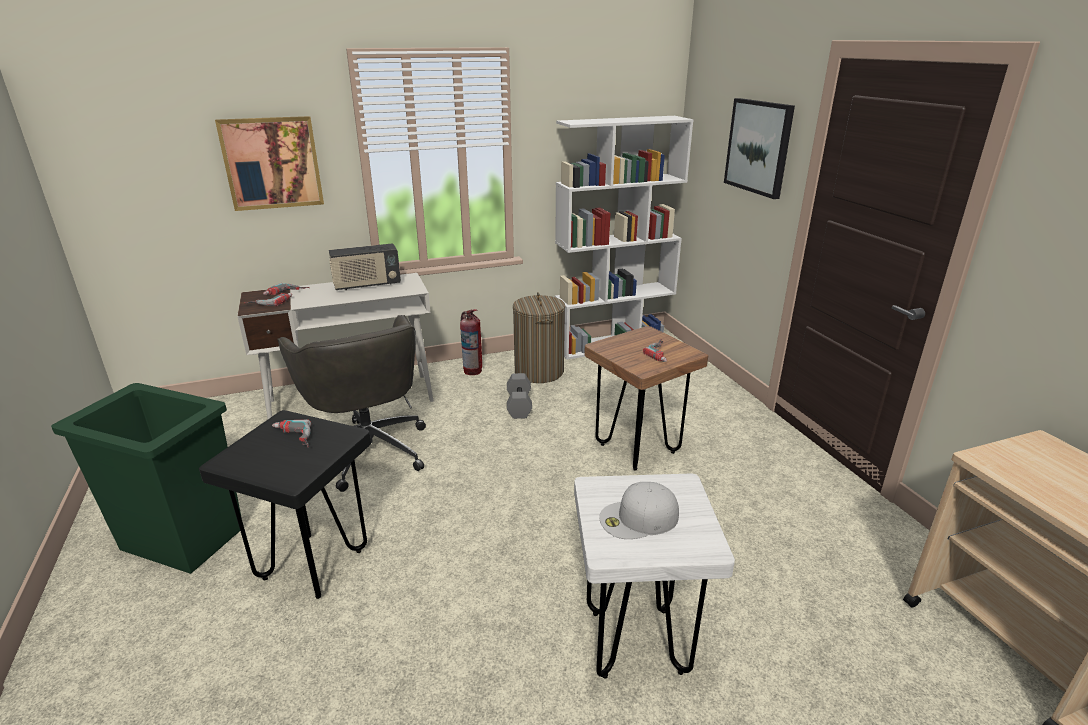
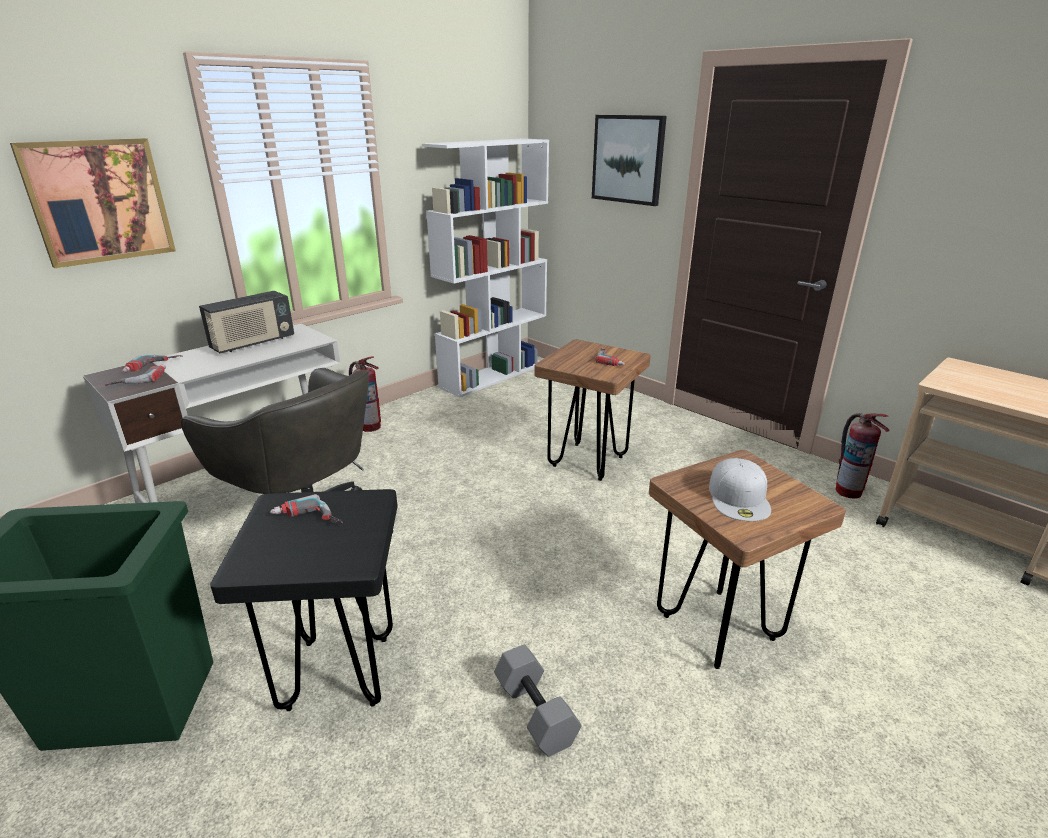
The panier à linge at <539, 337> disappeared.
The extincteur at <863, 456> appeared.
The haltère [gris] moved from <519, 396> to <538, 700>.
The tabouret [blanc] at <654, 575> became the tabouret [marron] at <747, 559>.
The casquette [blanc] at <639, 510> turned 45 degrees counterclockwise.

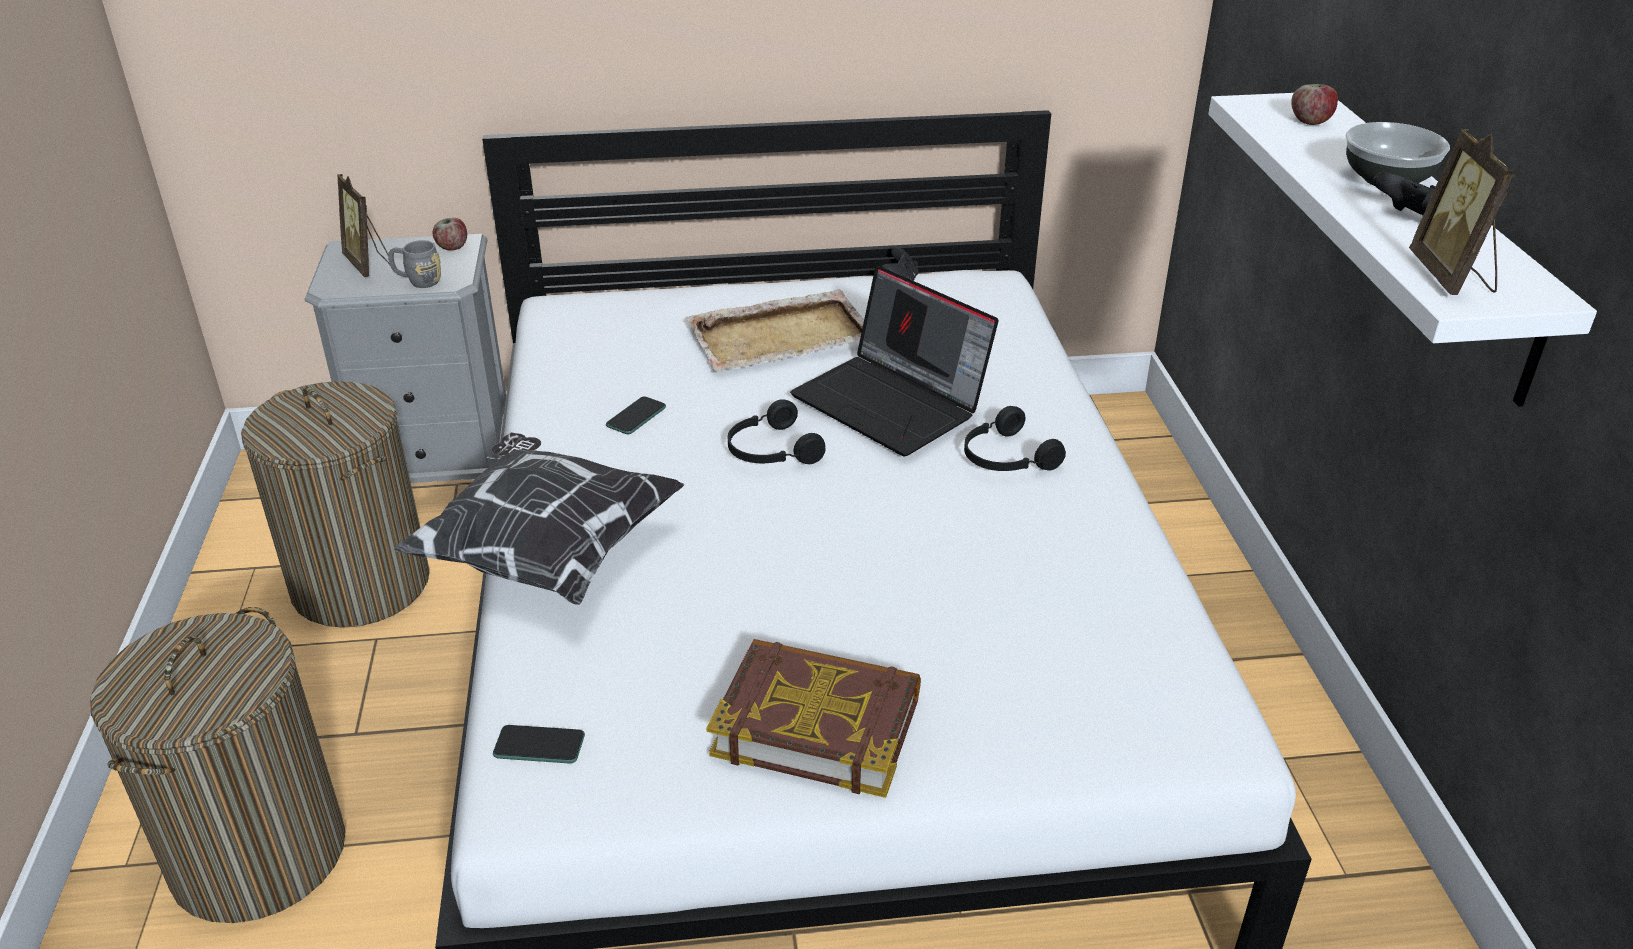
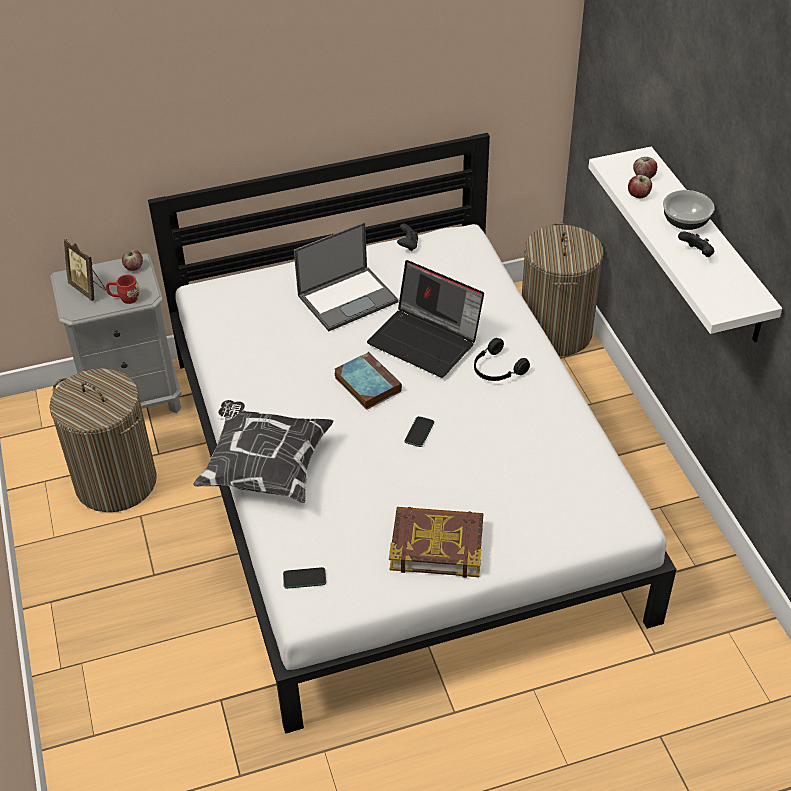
The cadre photo at <1463, 212> disappeared.
The pomme at <640, 186> appeared.
The panier à linge moved from <218, 765> to <563, 289>.
The téléphone moved from <636, 415> to <419, 431>.
The plateau [beige] at <774, 330> was replaced by the ordinateur portable at <346, 276>.
The casque audio [noir] at <777, 431> was replaced by the livre at <368, 381>.
The mug [gris] at <414, 264> became the mug [rouge] at <123, 289>.

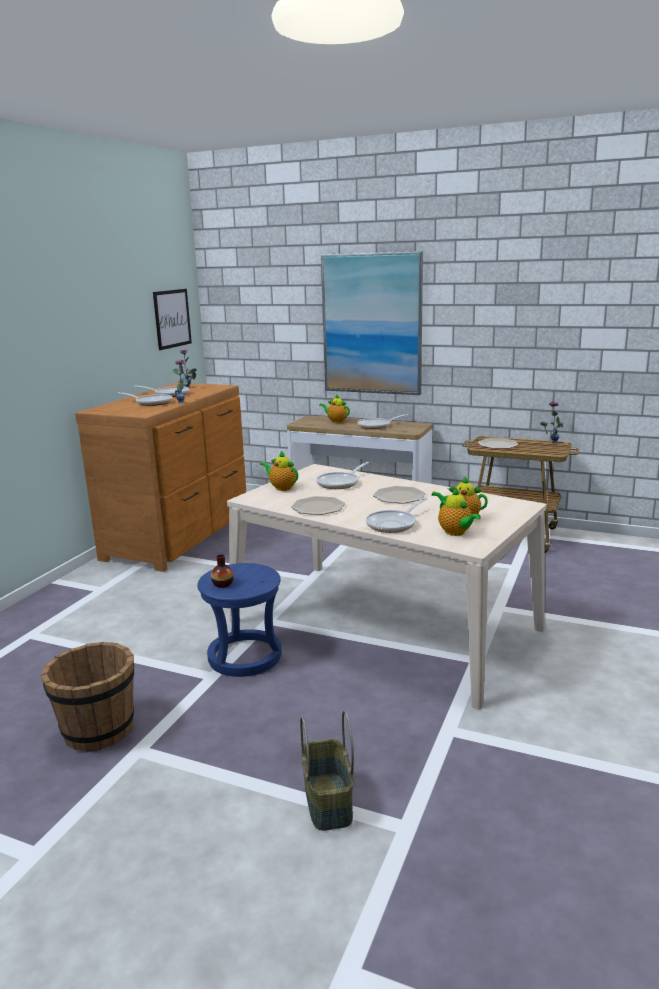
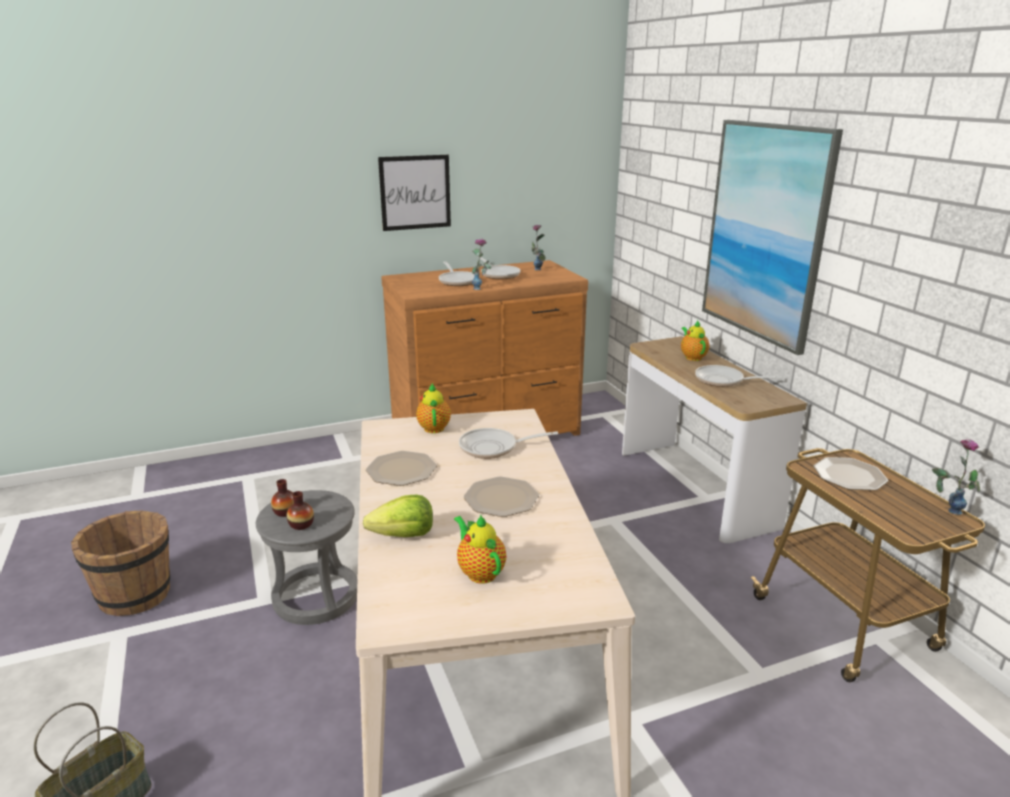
The théière at <459, 512> disappeared.
The vase at <300, 510> appeared.
The tableau moved from <172, 319> to <414, 193>.
The poêle at <397, 515> was replaced by the laitue at <398, 516>.
The tabouret [bleu] at <239, 620> became the tabouret [gris] at <306, 557>.

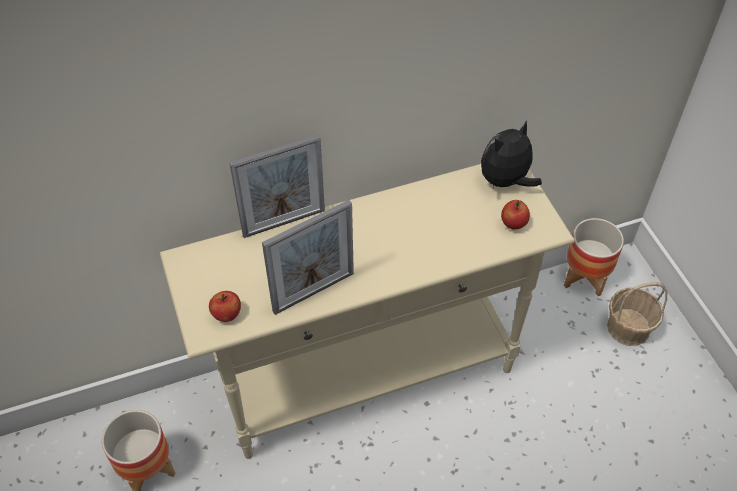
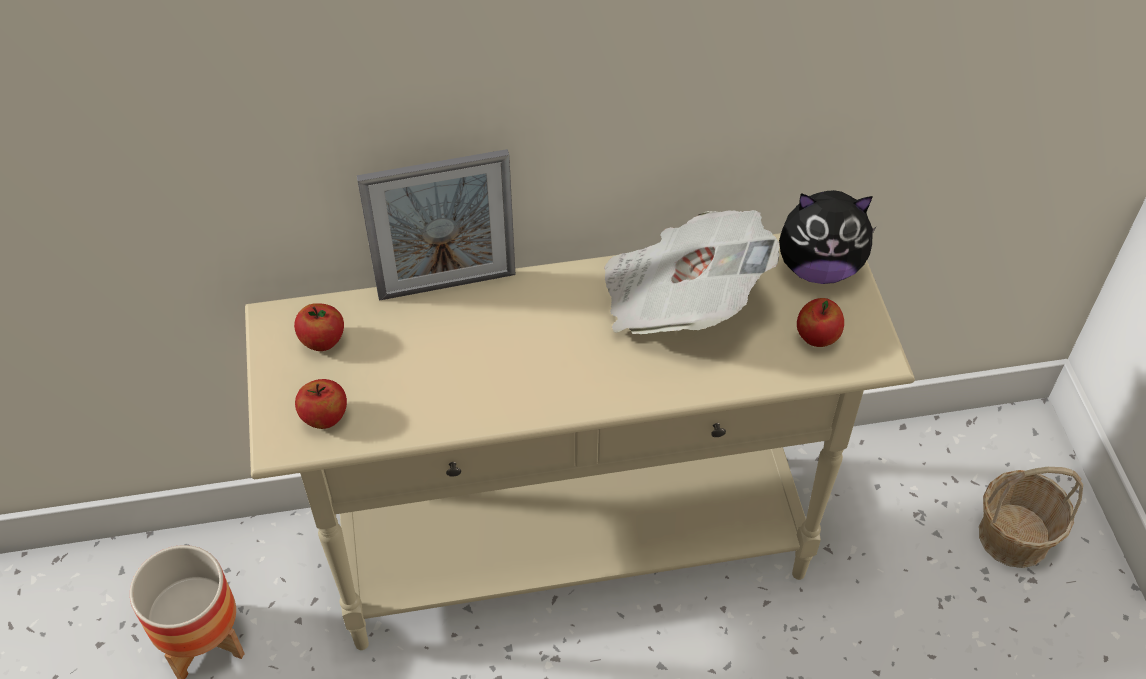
The cadre photo at <308, 257> disappeared.
The cache-pot at <594, 257> disappeared.
The pomme at <319, 327> appeared.
The journal at <692, 272> appeared.
The peluche at <511, 154> turned 150 degrees counterclockwise.

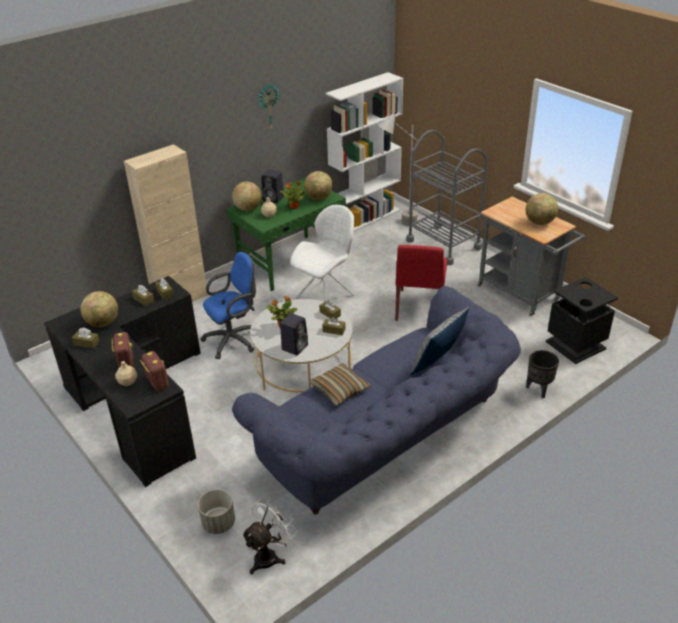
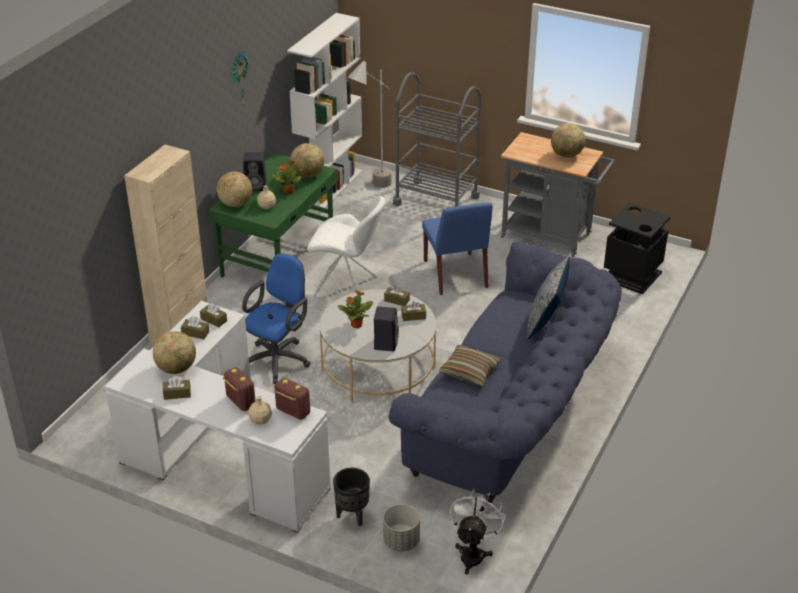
The cache-pot [noir] moved from <542, 374> to <351, 497>.
The bureau [noir] at <122, 381> became the bureau [blanc] at <217, 417>.
The chaise [rouge] at <421, 283> became the chaise [bleu] at <457, 248>.
The chaise [blanc] at <322, 253> turned 90 degrees clockwise.

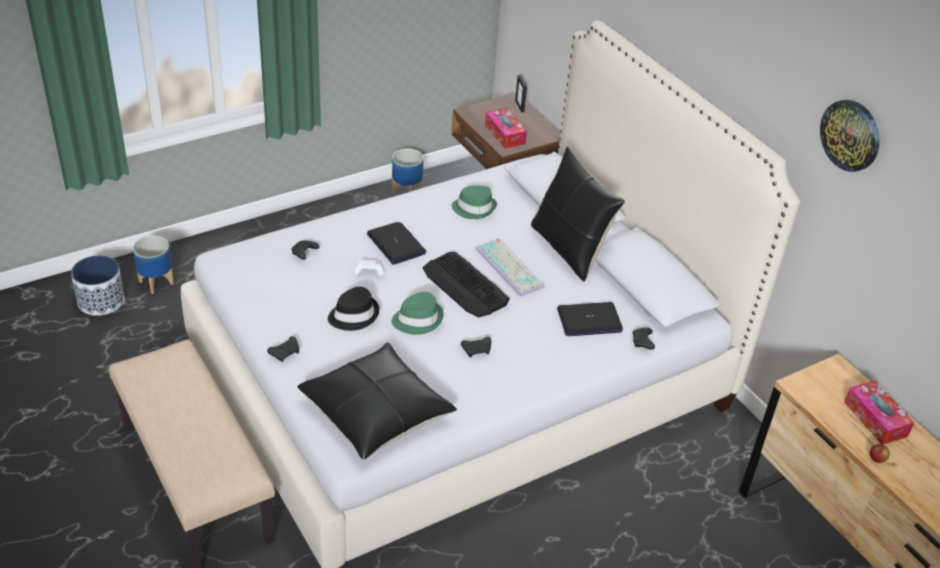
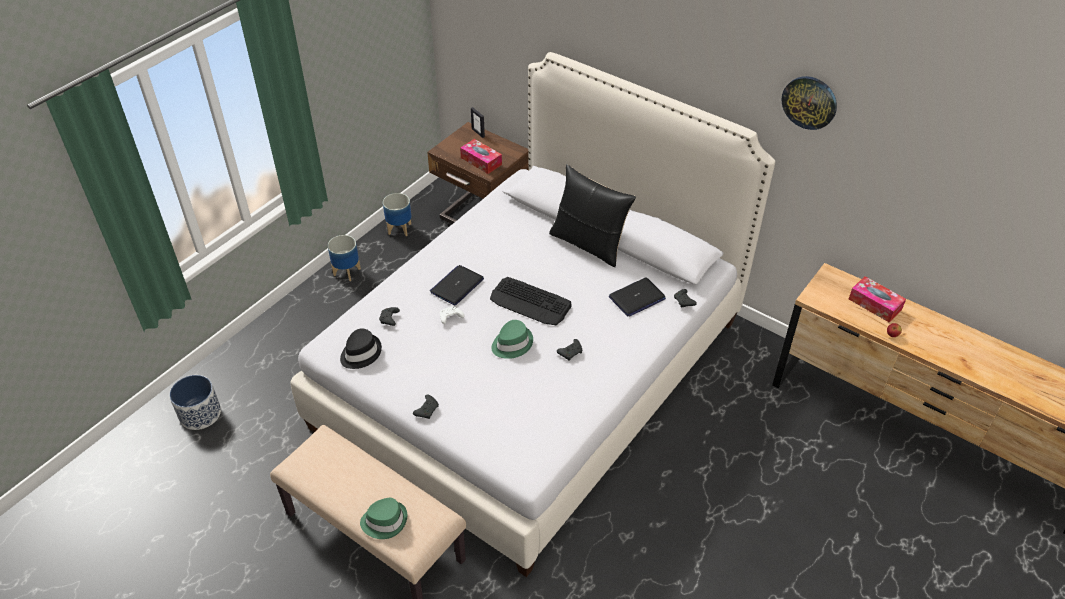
The coussin [noir] at <377, 401> disappeared.
The clavier at <510, 267> disappeared.
The cache-pot moved from <153, 264> to <344, 258>.
The chapeau [noir] moved from <353, 309> to <361, 348>.
The chapeau [vert] moved from <474, 202> to <383, 518>.
The ordinateur portable at <397, 243> turned 90 degrees counterclockwise.

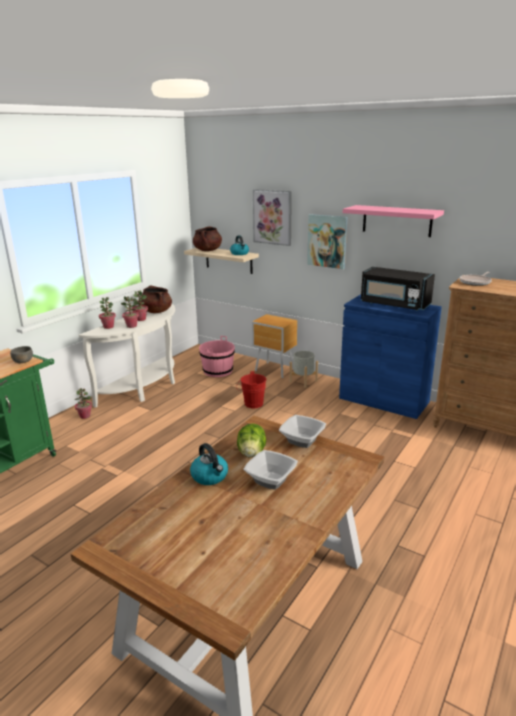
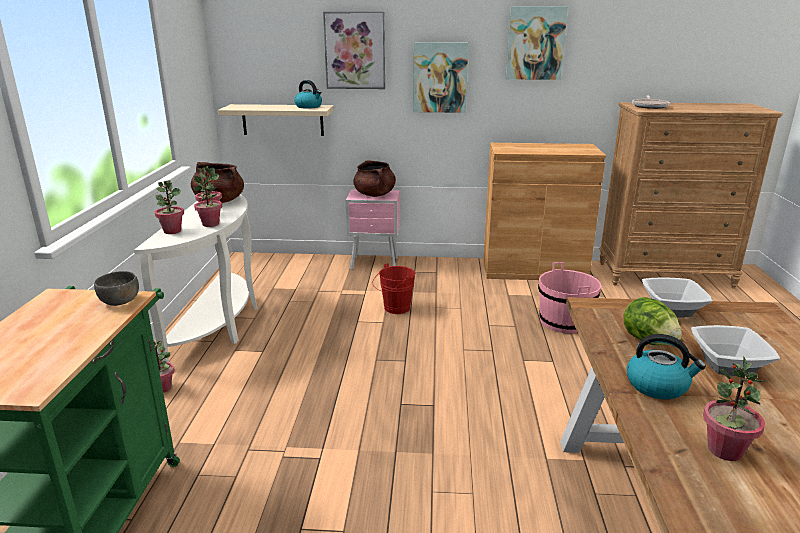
The cache-pot [gris] at <304, 369> disappeared.
The micro-ondes [noir] at <398, 289> disappeared.
The plante en pot at <735, 408> appeared.
The marmite [marron] moved from <207, 238> to <374, 178>.
The seau [rose] moved from <217, 356> to <569, 298>.
The étagère [rose] at <393, 221> was replaced by the tableau at <536, 43>.
The table de chevet [marron] at <274, 346> became the table de chevet [rose] at <373, 229>.
The meuble de rangement [bleu] at <390, 356> became the meuble de rangement [marron] at <544, 211>.

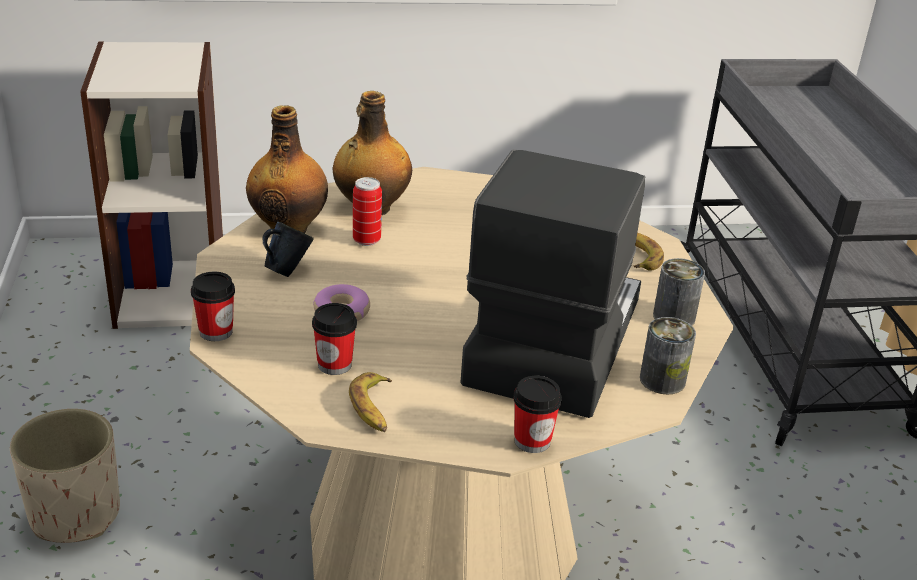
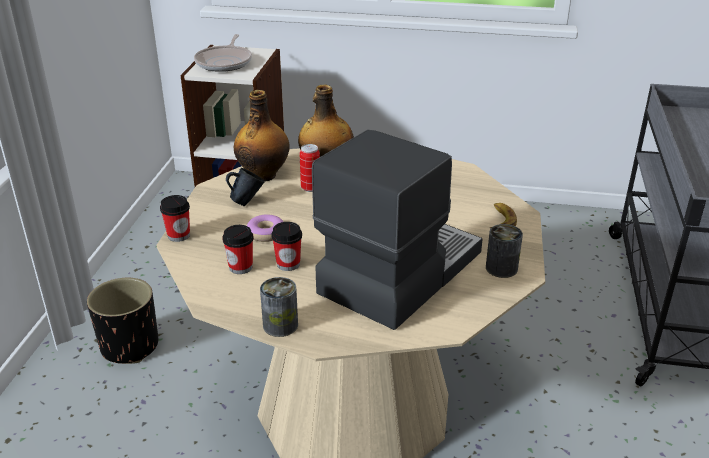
The banane at <370, 402> disappeared.
The poêle at <223, 53> appeared.
The tasse moved from <537, 414> to <286, 246>.
The boîte métallique moved from <668, 355> to <279, 307>.
The cache-pot [beige] at <65, 476> became the cache-pot [noir] at <122, 321>.

